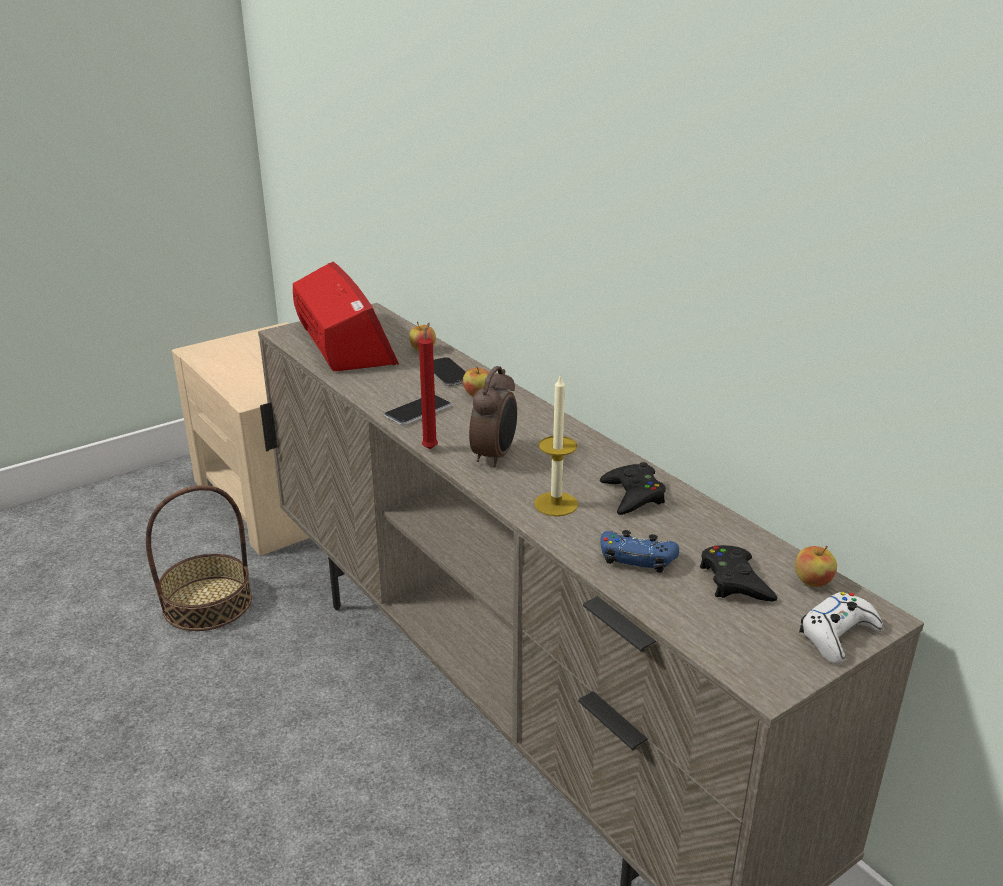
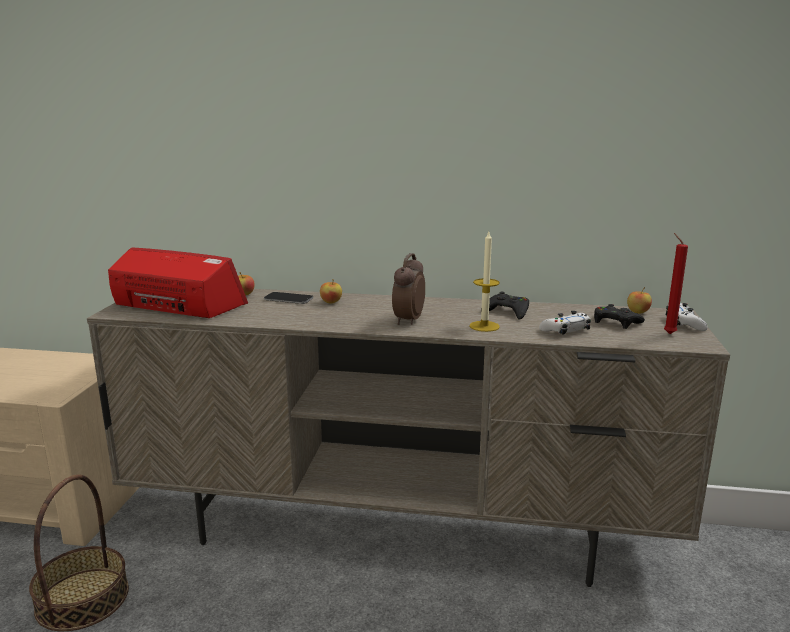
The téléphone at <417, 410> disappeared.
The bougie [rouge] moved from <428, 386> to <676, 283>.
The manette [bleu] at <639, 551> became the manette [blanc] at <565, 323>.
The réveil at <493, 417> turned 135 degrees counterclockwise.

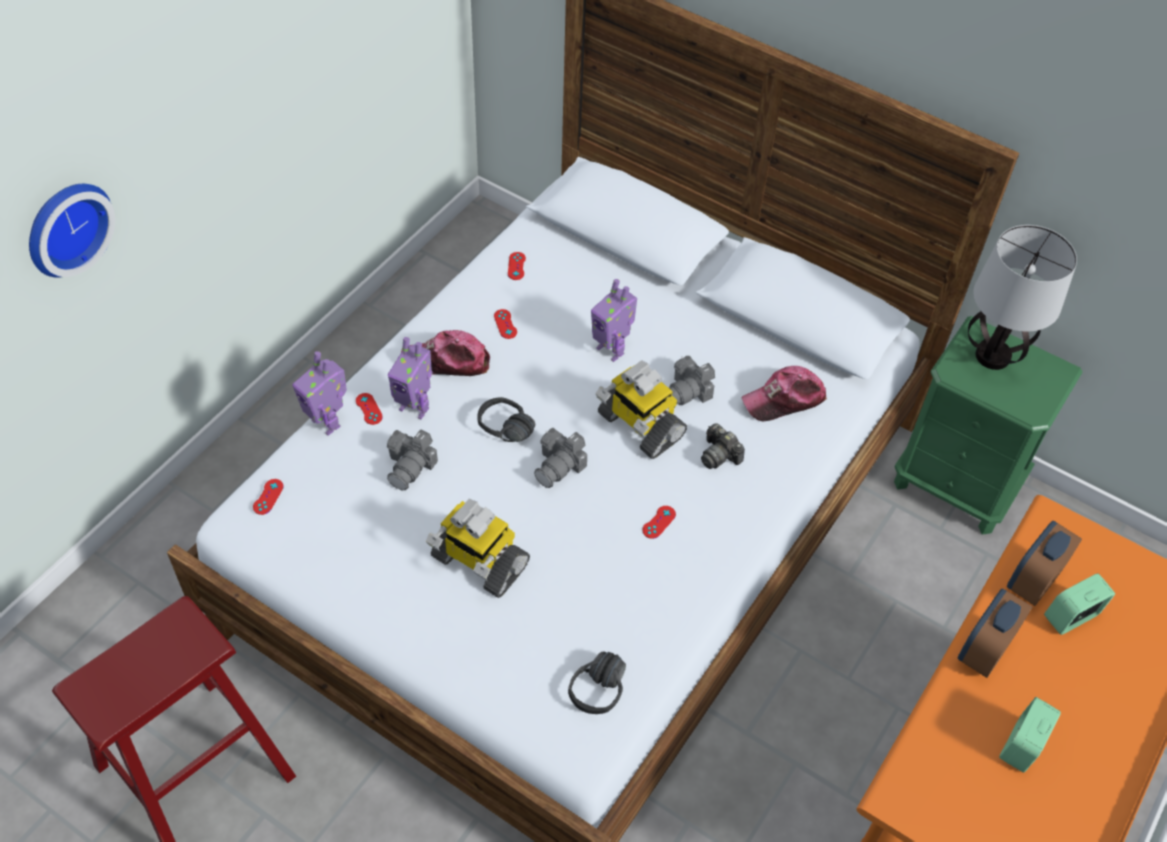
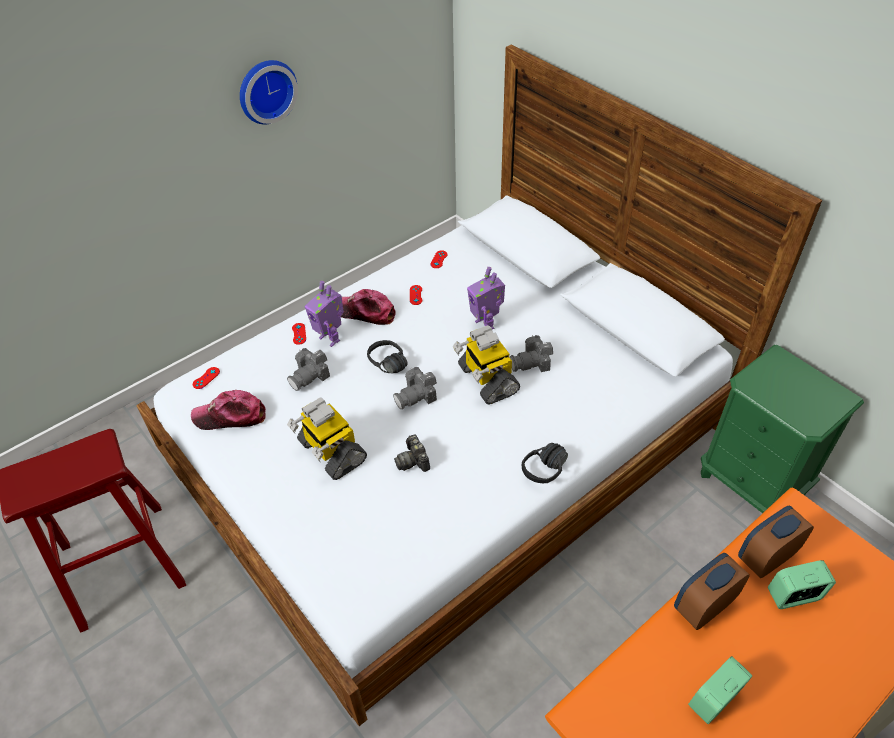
The robot jouet at <319, 393> disappeared.
The manette [rouge] at <659, 522> disappeared.
The lampe de table at <1022, 297> disappeared.
The horloge murale moved from <72, 231> to <269, 92>.
The casque audio [noir] moved from <597, 682> to <545, 463>.
The appareil photo moved from <723, 446> to <412, 453>.
The casquette moved from <784, 393> to <228, 410>.

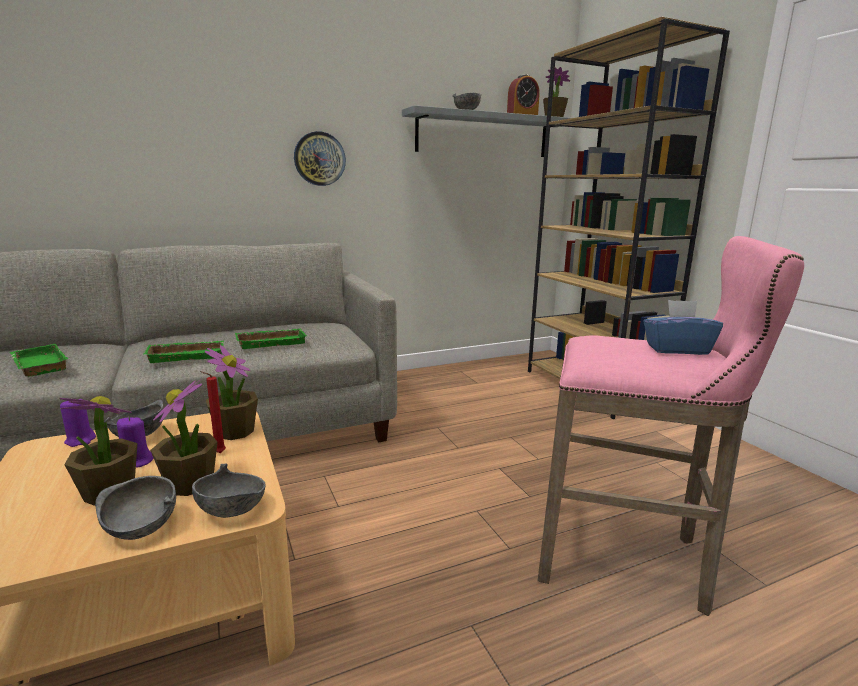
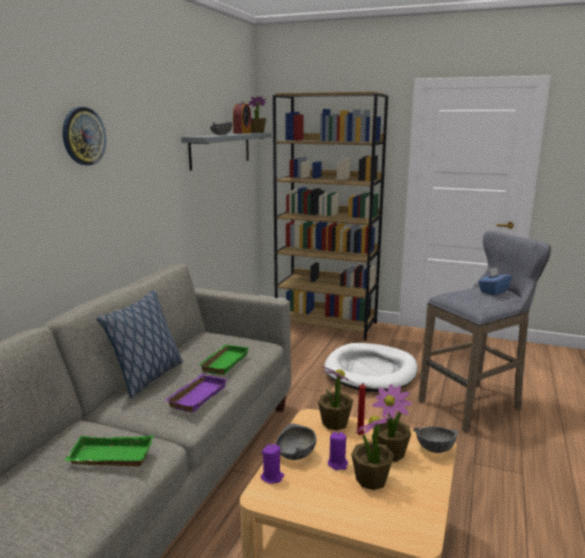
The bol [gris] at <135, 508> disappeared.
The coussin at <140, 344> appeared.
The panier pour chien [blanc] at <370, 367> appeared.
The horloge murale moved from <320, 158> to <84, 136>.
The plateau [vert] at <184, 352> became the plateau [violet] at <196, 393>.
The tabouret [rose] at <671, 426> became the tabouret [gris] at <484, 331>.

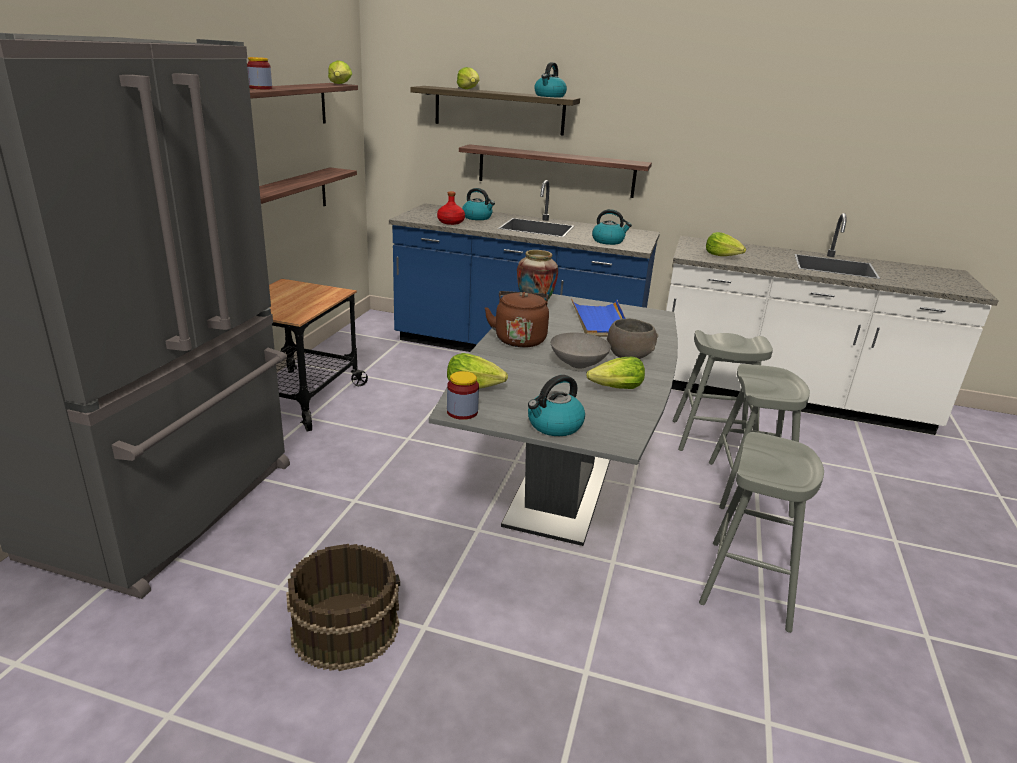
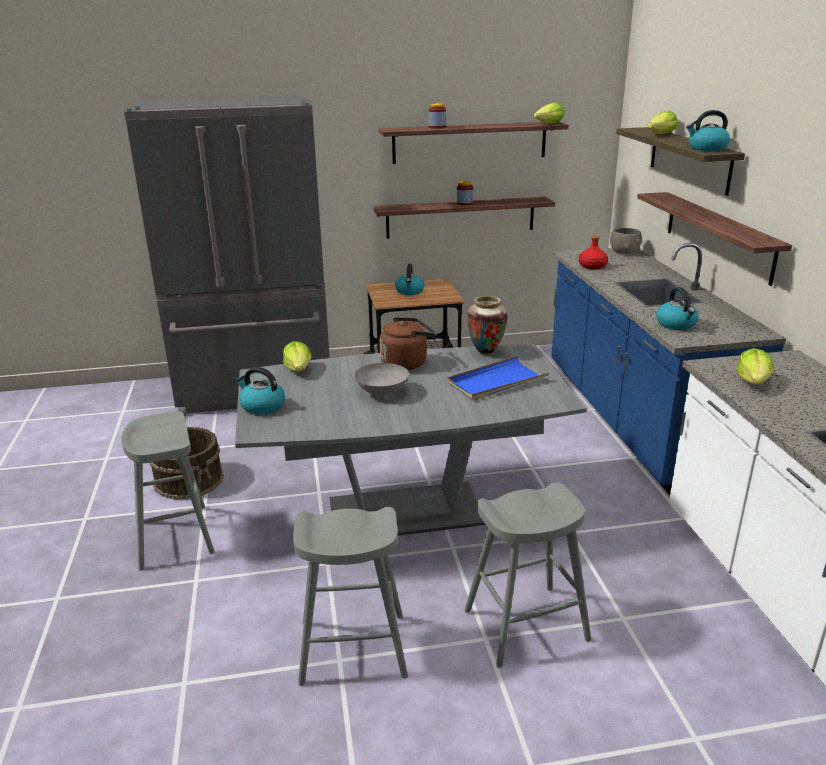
The laitue at <616, 373> disappeared.
The bocal moved from <463, 395> to <465, 193>.
The bouilloire moved from <478, 204> to <410, 279>.
The bol [gris] moved from <632, 338> to <626, 241>.
The tabouret [gris] moved from <723, 390> to <168, 491>.

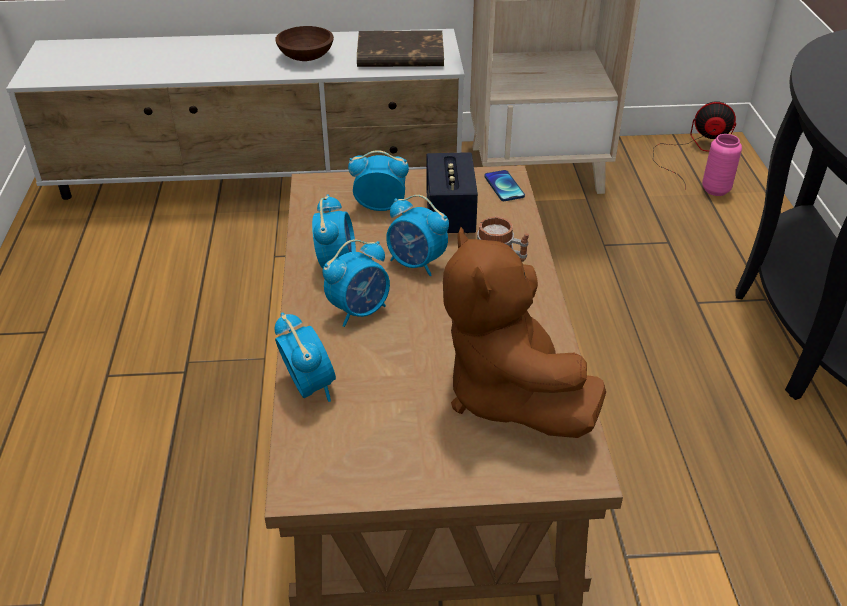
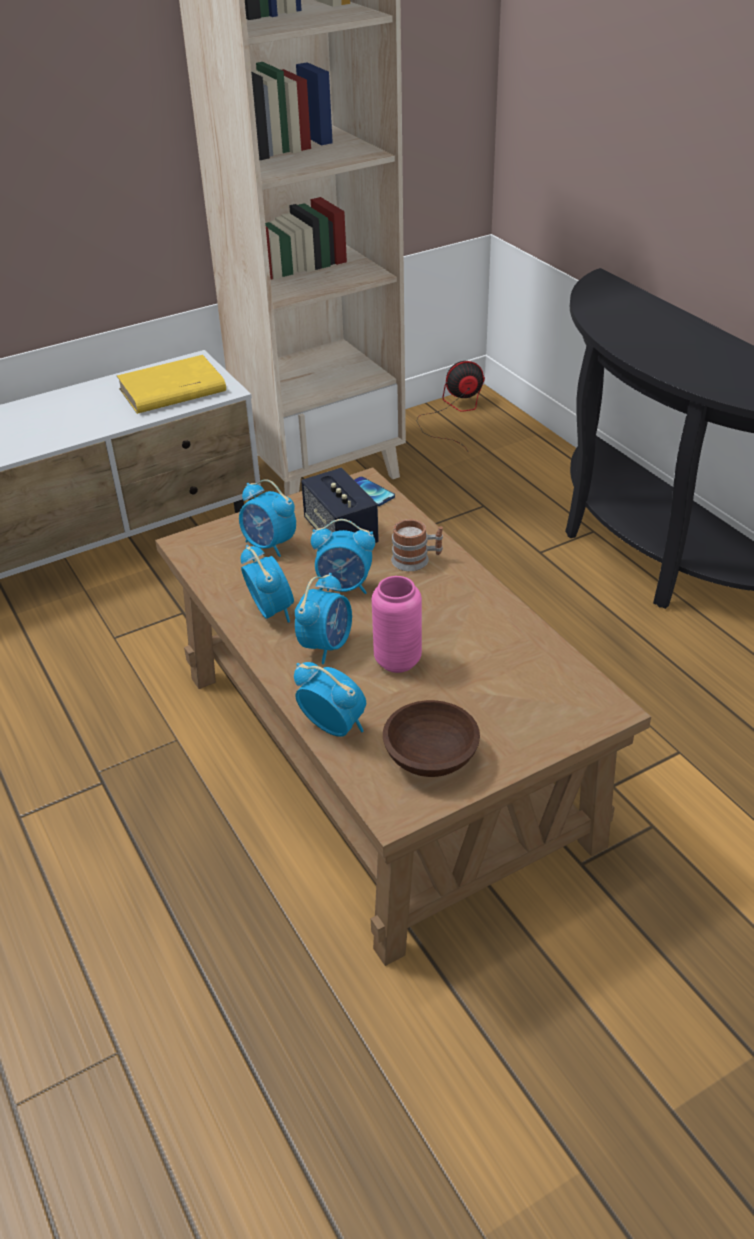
The peluche [marron] at <524, 332> disappeared.
The bol [marron] moved from <304, 43> to <431, 738>.
The vase [rose] moved from <722, 165> to <397, 624>.
The livre [marron] at <400, 48> became the livre [jaune] at <171, 384>.
The réveil at <378, 180> turned 120 degrees counterclockwise.

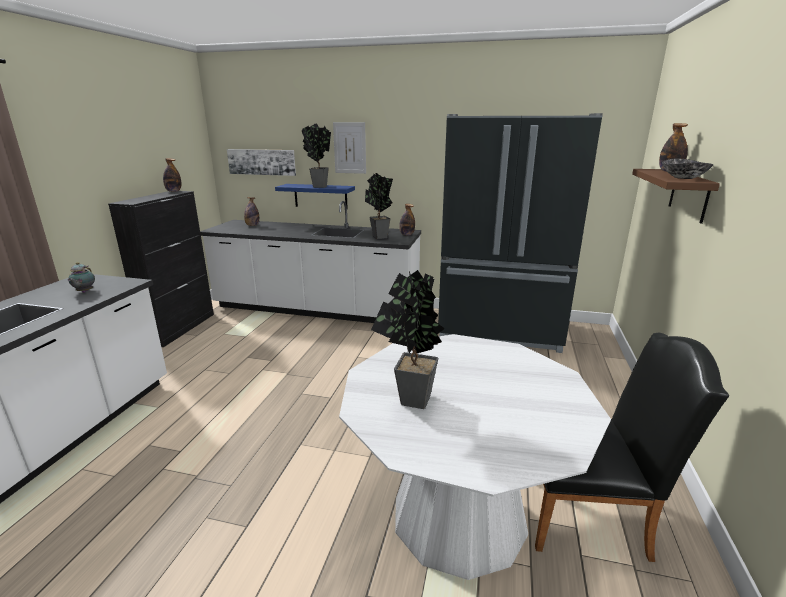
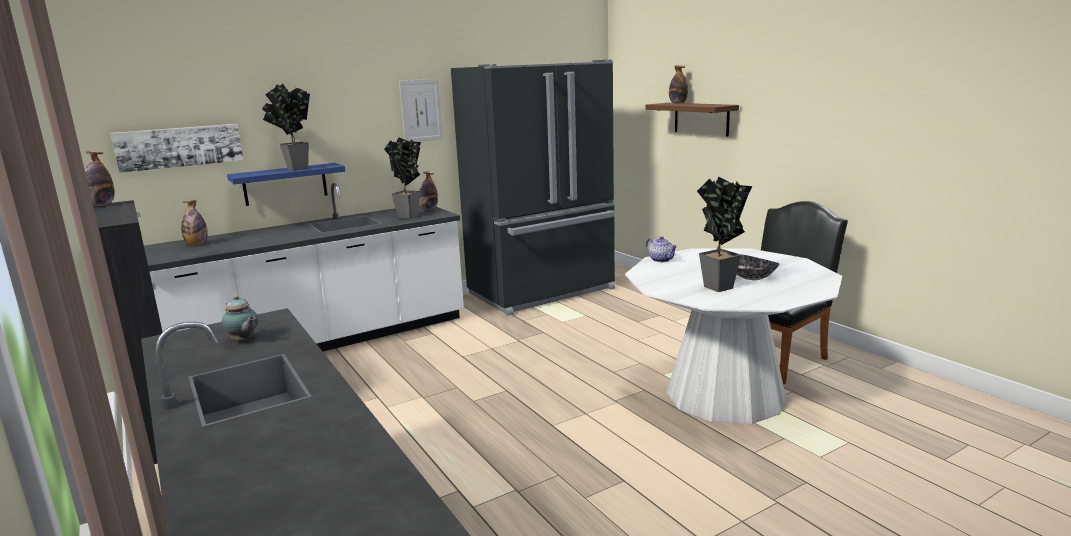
The théière at <662, 249> appeared.
The tableau moved from <349, 148> to <421, 110>.
The bol moved from <687, 169> to <758, 267>.

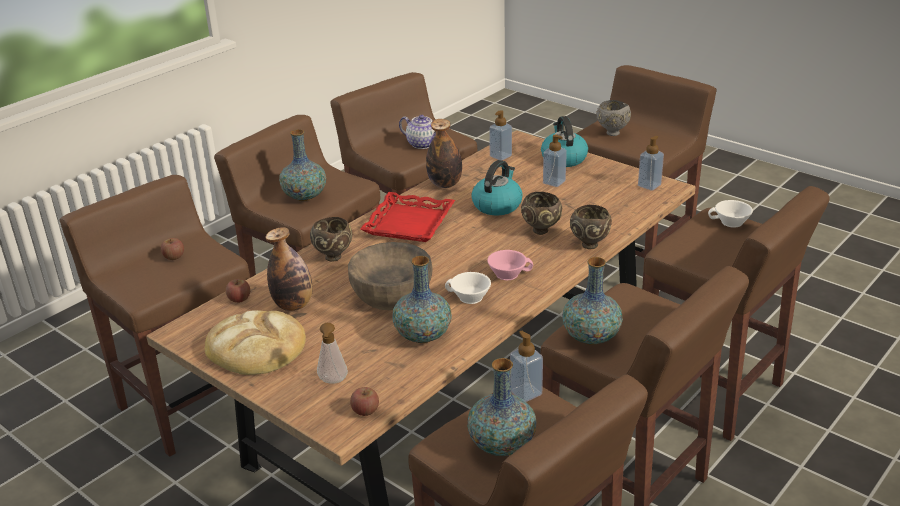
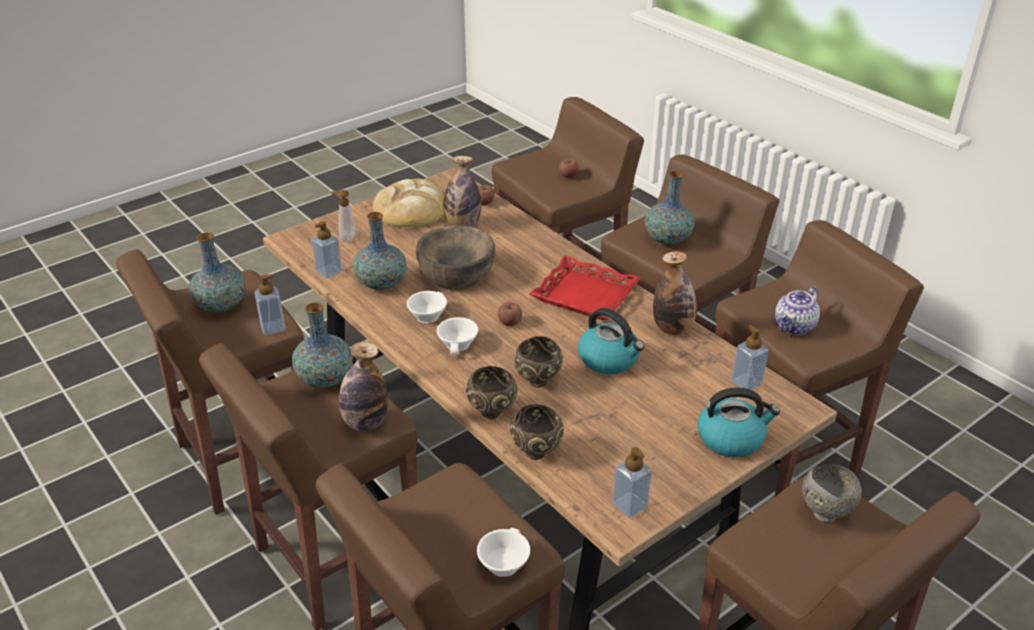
The bouteille at <363, 386> appeared.
The bol [marron] moved from <331, 239> to <537, 432>.
The pomme moved from <364, 401> to <510, 314>.
The distributeur de savon moved from <555, 161> to <326, 250>.
The tasse [rose] at <510, 265> became the tasse [blanc] at <457, 336>.

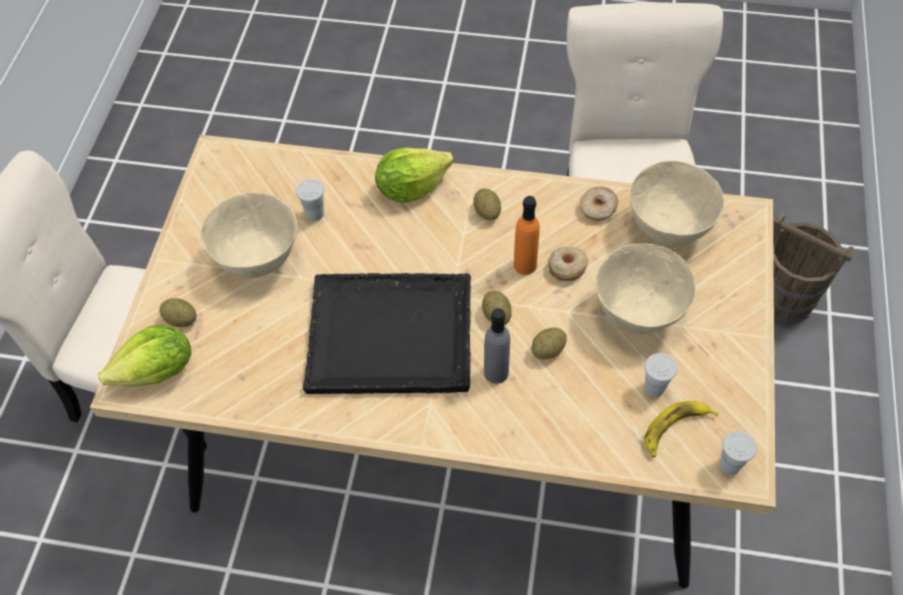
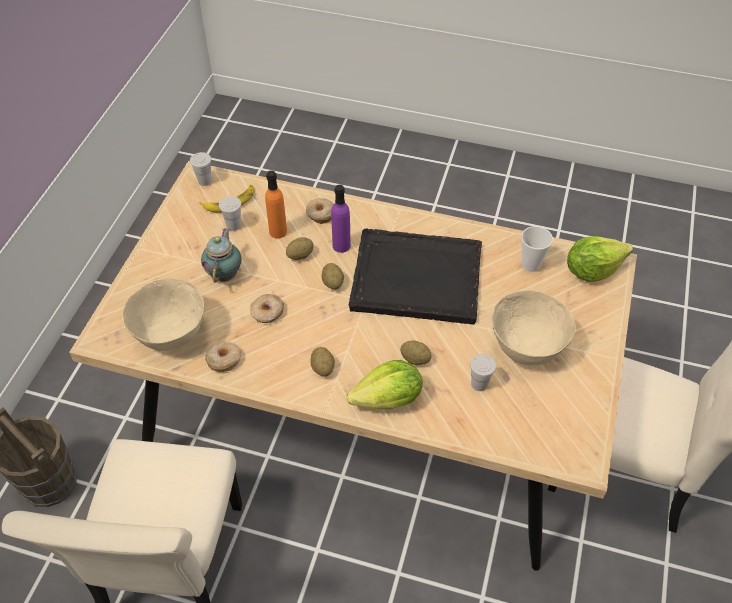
The beignet at <320, 211> appeared.
The tasse at <537, 249> appeared.
The pomme de terre moved from <178, 312> to <415, 353>.
The bouteille [orange] moved from <527, 235> to <276, 204>.
The bol [beige] at <645, 288> was replaced by the théière at <221, 255>.
The bouteille [gris] at <497, 346> became the bouteille [violet] at <340, 219>.

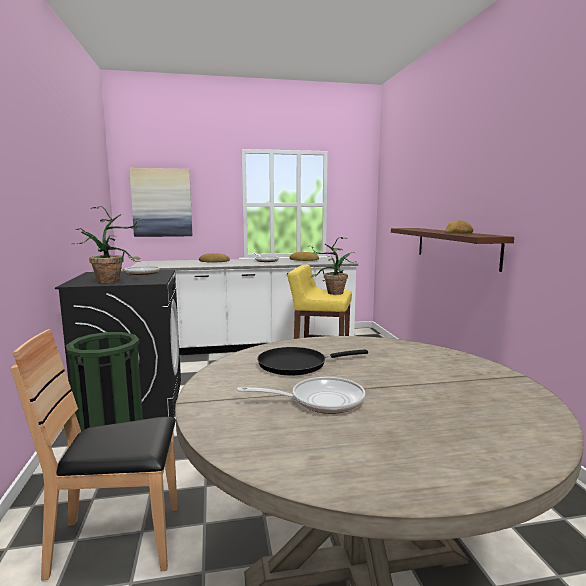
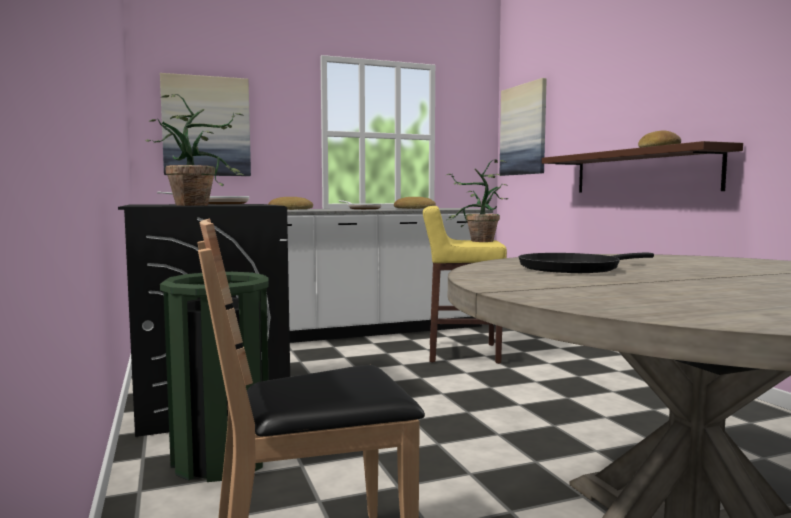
The poêle at <301, 395> disappeared.
The tableau at <523, 127> appeared.

